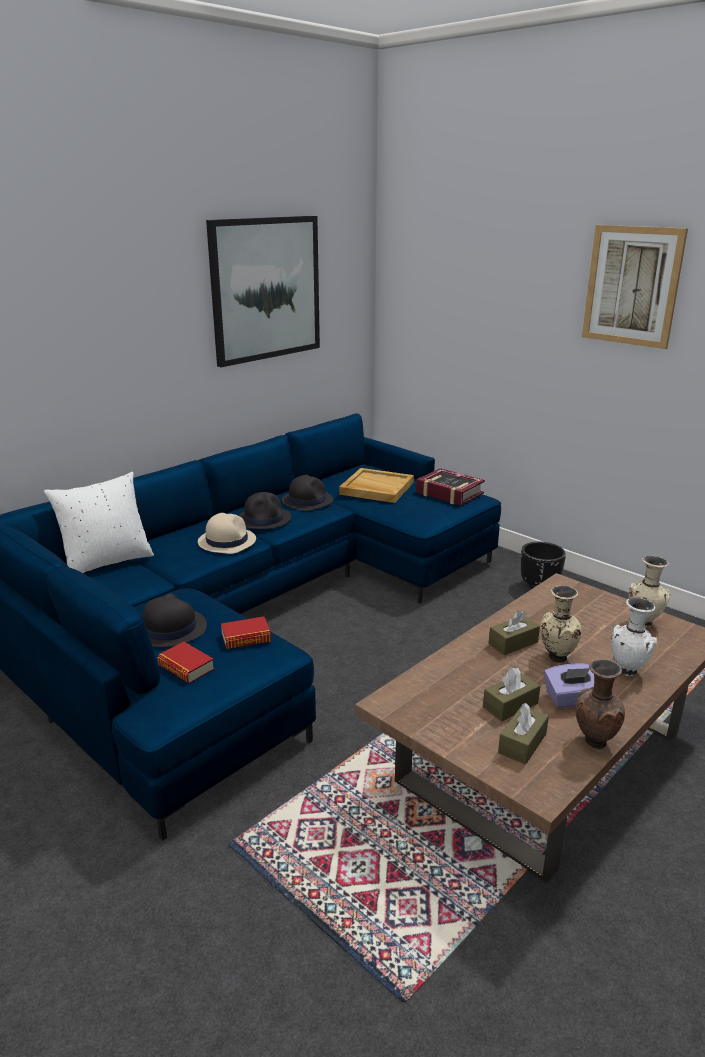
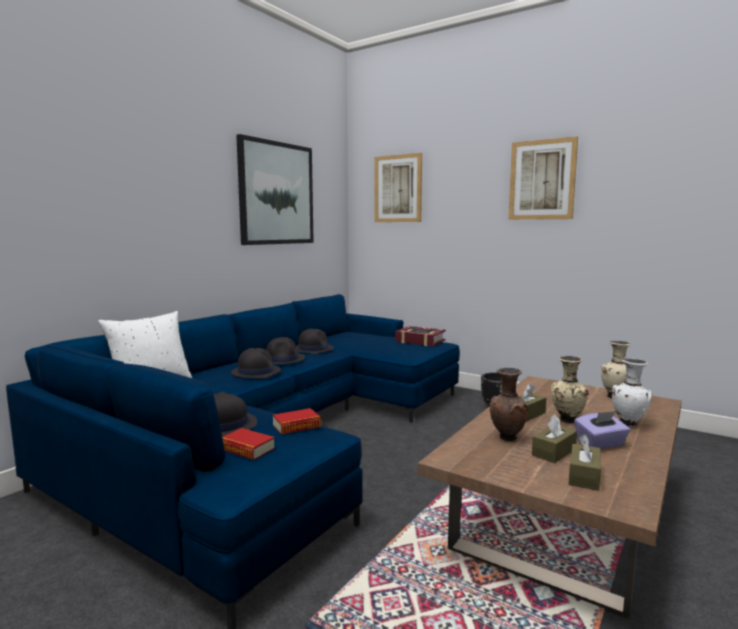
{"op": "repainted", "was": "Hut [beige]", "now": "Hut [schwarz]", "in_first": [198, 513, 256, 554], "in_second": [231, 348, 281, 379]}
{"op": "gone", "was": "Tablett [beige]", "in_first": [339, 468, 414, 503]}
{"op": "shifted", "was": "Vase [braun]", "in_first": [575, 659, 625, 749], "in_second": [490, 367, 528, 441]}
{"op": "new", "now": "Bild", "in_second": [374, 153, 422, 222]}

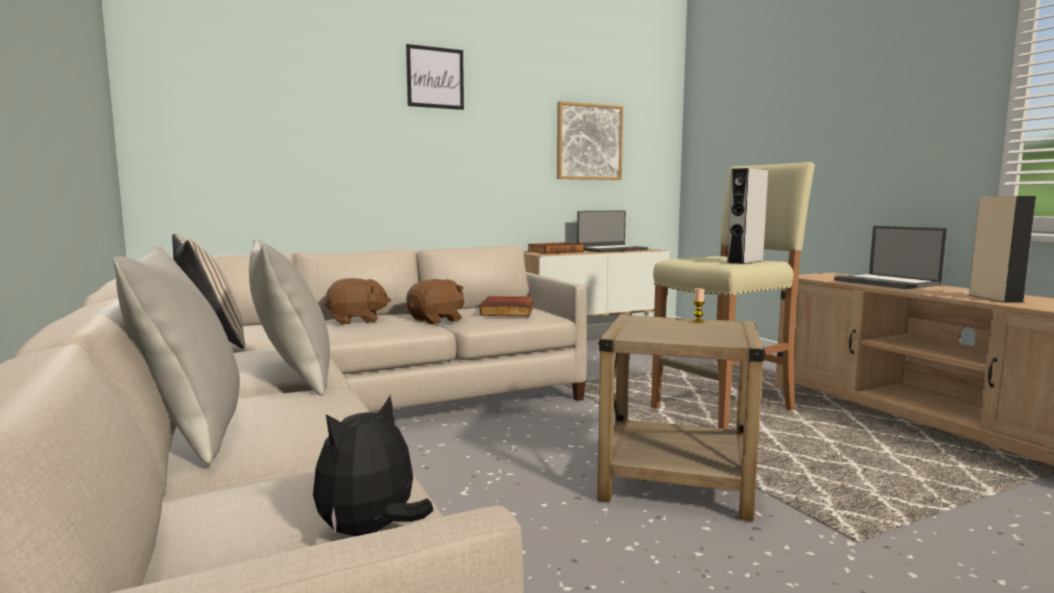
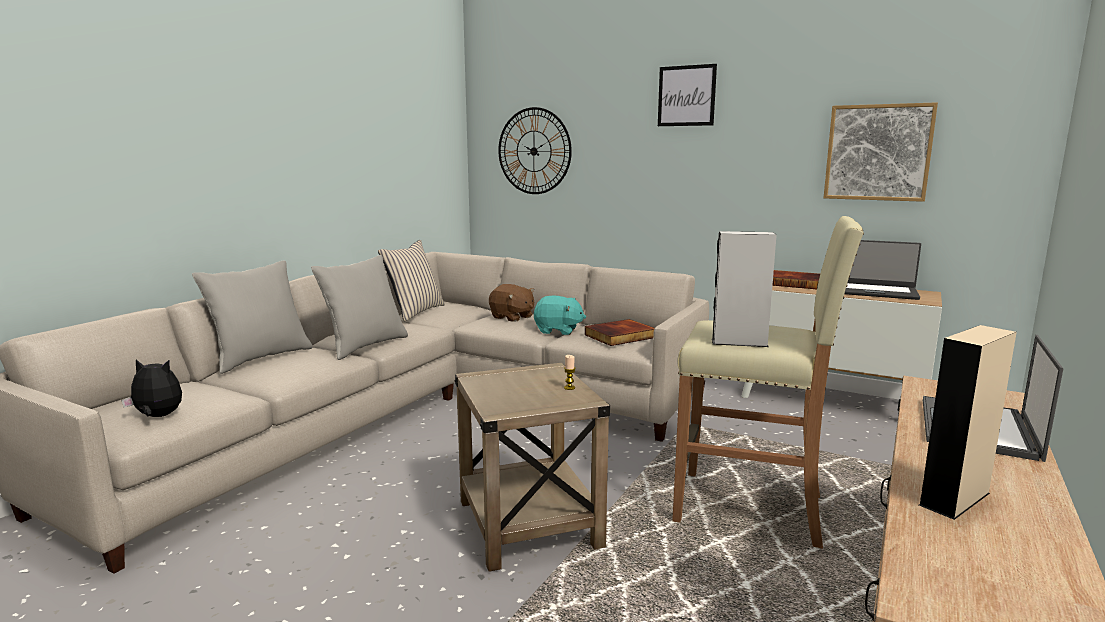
{"op": "repainted", "was": "Plüschtier [braun]", "now": "Plüschtier [türkis]", "in_first": [406, 279, 464, 324], "in_second": [534, 296, 586, 335]}
{"op": "new", "now": "Wanduhr", "in_second": [498, 107, 572, 194]}

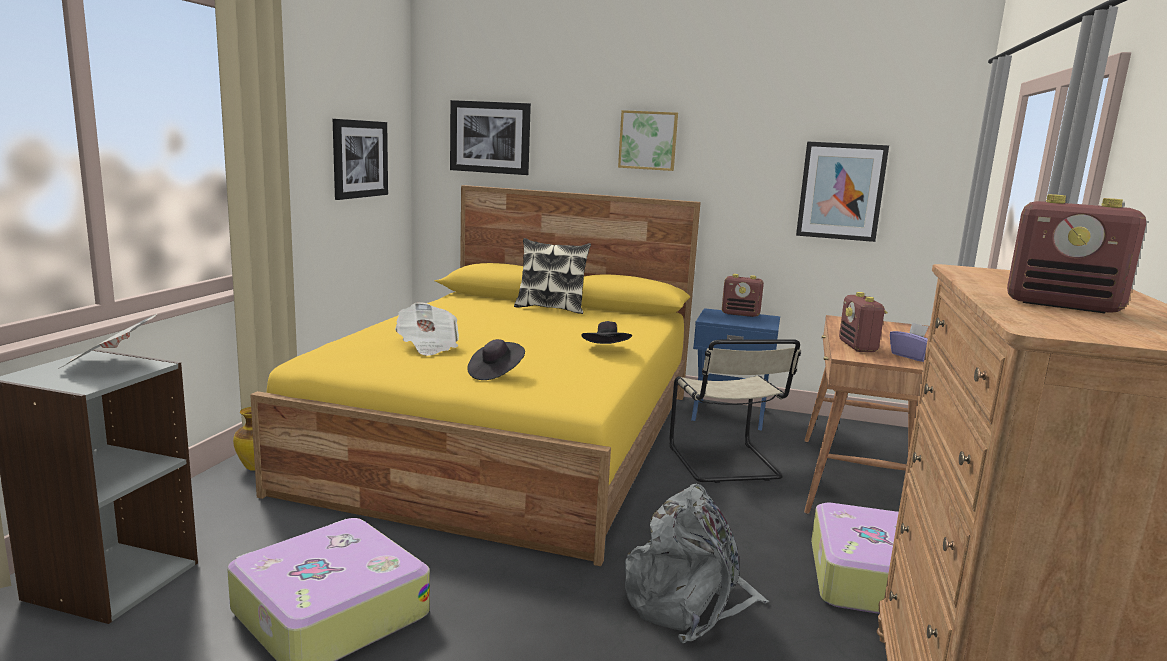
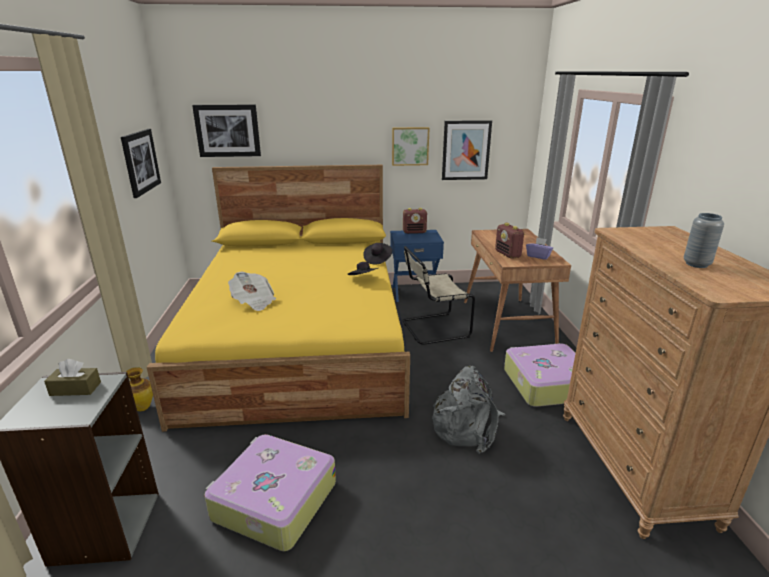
{"op": "swapped", "was": "Zeitung", "now": "Taschentuchbox [braun]", "in_first": [58, 314, 157, 369], "in_second": [44, 359, 101, 396]}
{"op": "shifted", "was": "Hut [schwarz]", "in_first": [467, 339, 525, 380], "in_second": [363, 243, 392, 264]}
{"op": "gone", "was": "Kissen", "in_first": [514, 238, 591, 314]}
{"op": "shifted", "was": "Bild", "in_first": [618, 110, 678, 171], "in_second": [392, 127, 430, 166]}
{"op": "rotated", "was": "Stuhl [beige]", "in_first": [669, 339, 801, 483], "in_second": [403, 246, 475, 345], "clockwise": 105}
{"op": "swapped", "was": "Radio", "now": "Vase [grau]", "in_first": [1007, 194, 1146, 313], "in_second": [684, 213, 724, 268]}

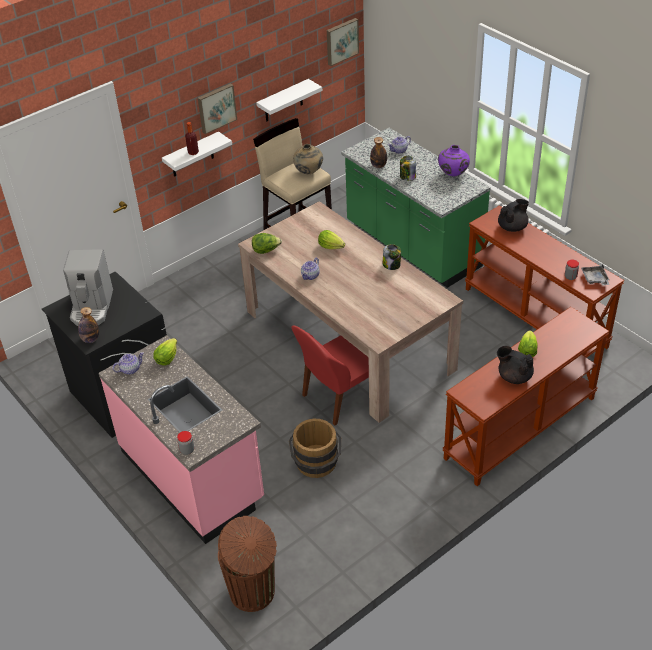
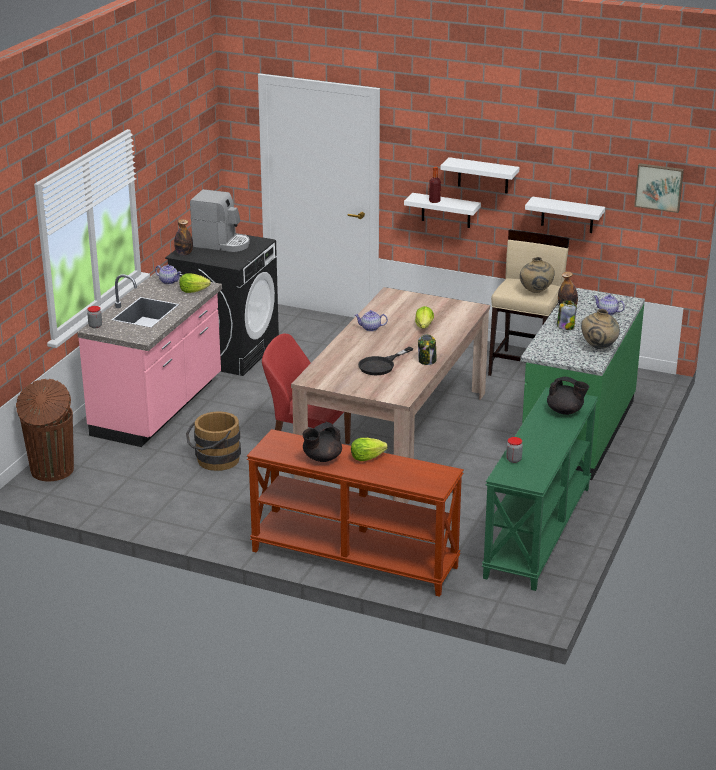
{"op": "rotated", "was": "Kaffeemaschine", "in_first": [63, 249, 113, 326], "in_second": [190, 189, 250, 252], "clockwise": -135}
{"op": "swapped", "was": "Bild", "now": "Wandregal [weiß]", "in_first": [198, 83, 237, 134], "in_second": [440, 157, 519, 193]}
{"op": "gone", "was": "Salatkopf", "in_first": [252, 233, 282, 254]}
{"op": "repainted", "was": "Vase [lila]", "now": "Vase [beige]", "in_first": [438, 145, 470, 177], "in_second": [581, 309, 620, 349]}
{"op": "repainted", "was": "Konsolentisch [braun]", "now": "Konsolentisch [grün]", "in_first": [465, 206, 624, 358], "in_second": [482, 387, 598, 591]}
{"op": "rotated", "was": "Teekanne [schwarz]", "in_first": [497, 346, 534, 384], "in_second": [302, 422, 342, 462], "clockwise": -135}
{"op": "gone", "was": "Tablett [grau]", "in_first": [581, 265, 609, 285]}
{"op": "new", "now": "Pfanne [schwarz]", "in_second": [358, 347, 413, 375]}

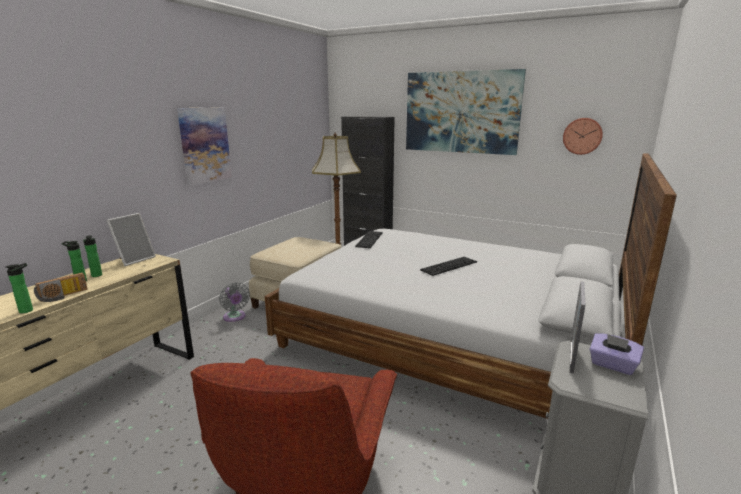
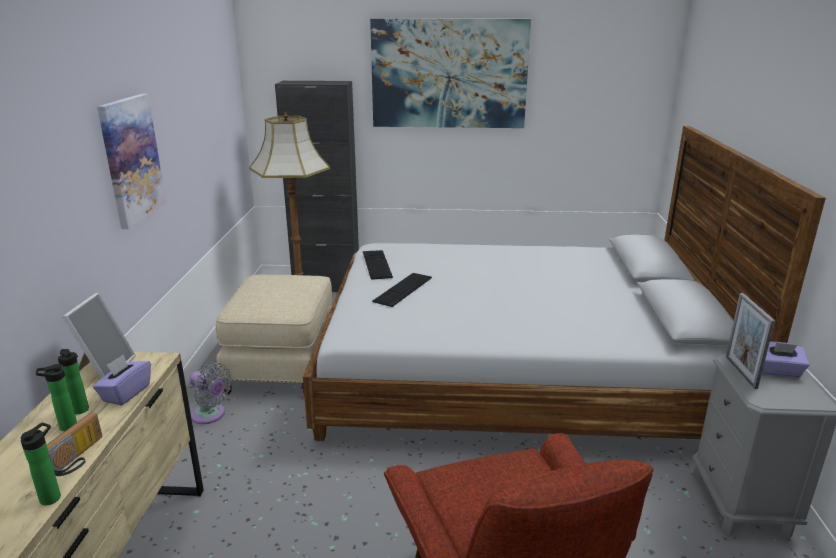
{"op": "shifted", "was": "Tastatur", "in_first": [420, 257, 477, 276], "in_second": [372, 273, 432, 307]}
{"op": "gone", "was": "Wanduhr", "in_first": [563, 118, 603, 155]}
{"op": "new", "now": "Taschentuchbox [lila]", "in_second": [93, 355, 151, 405]}

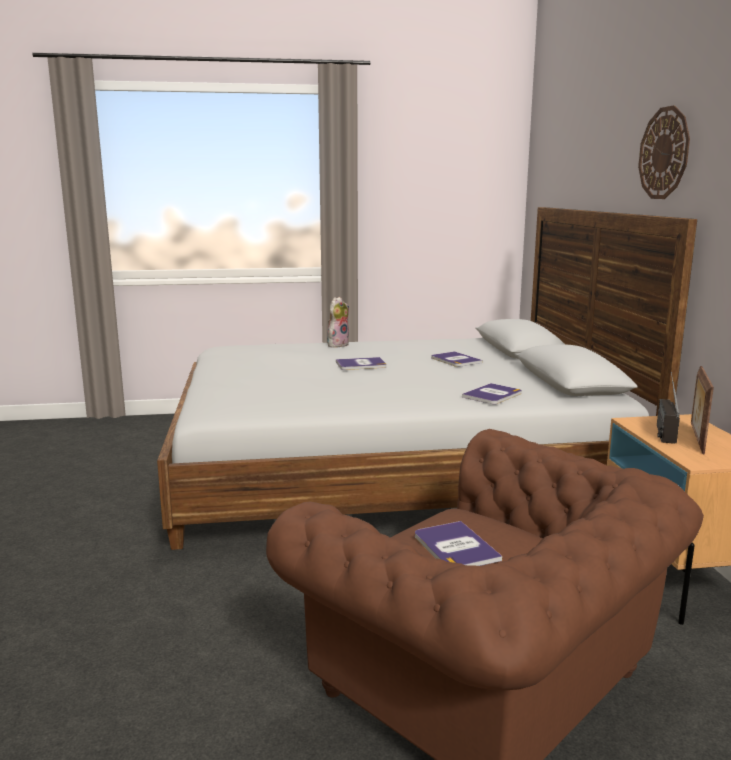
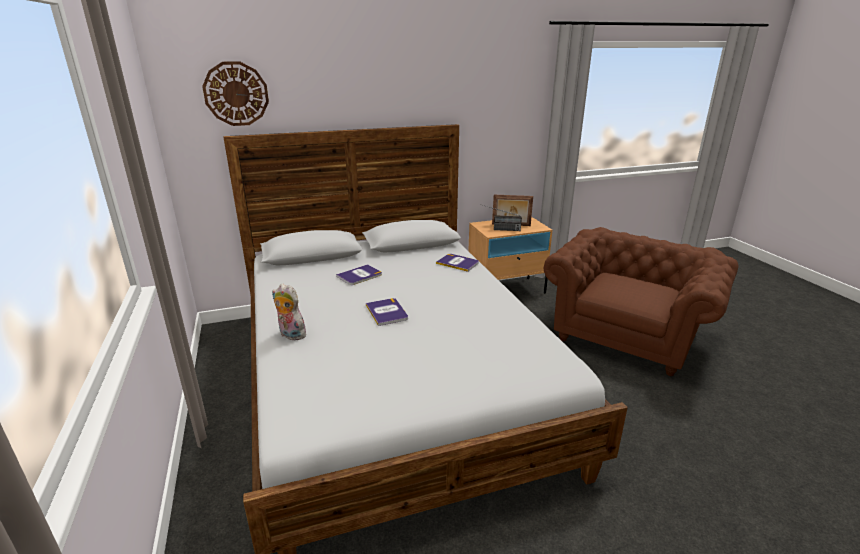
{"op": "gone", "was": "Buch", "in_first": [415, 521, 502, 566]}
{"op": "shifted", "was": "Wanduhr", "in_first": [638, 105, 690, 199], "in_second": [202, 61, 269, 126]}

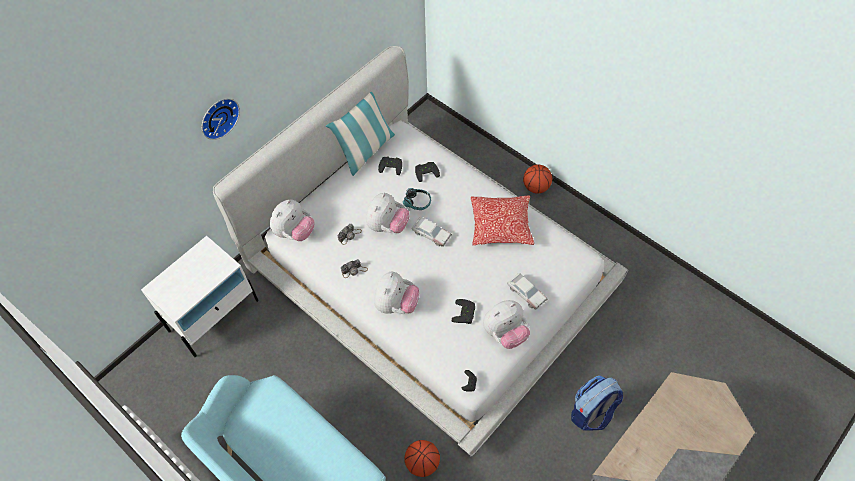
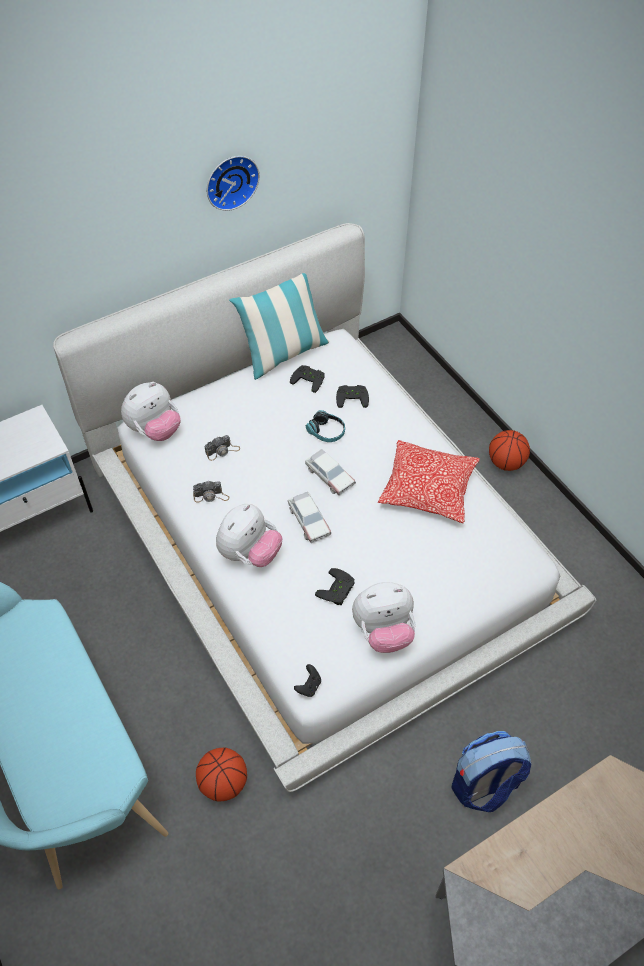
{"op": "shifted", "was": "Wanduhr", "in_first": [202, 98, 240, 140], "in_second": [207, 156, 260, 211]}
{"op": "gone", "was": "Plüschtier", "in_first": [366, 193, 409, 233]}
{"op": "shifted", "was": "Spielzeugauto", "in_first": [508, 273, 547, 310], "in_second": [288, 492, 331, 543]}

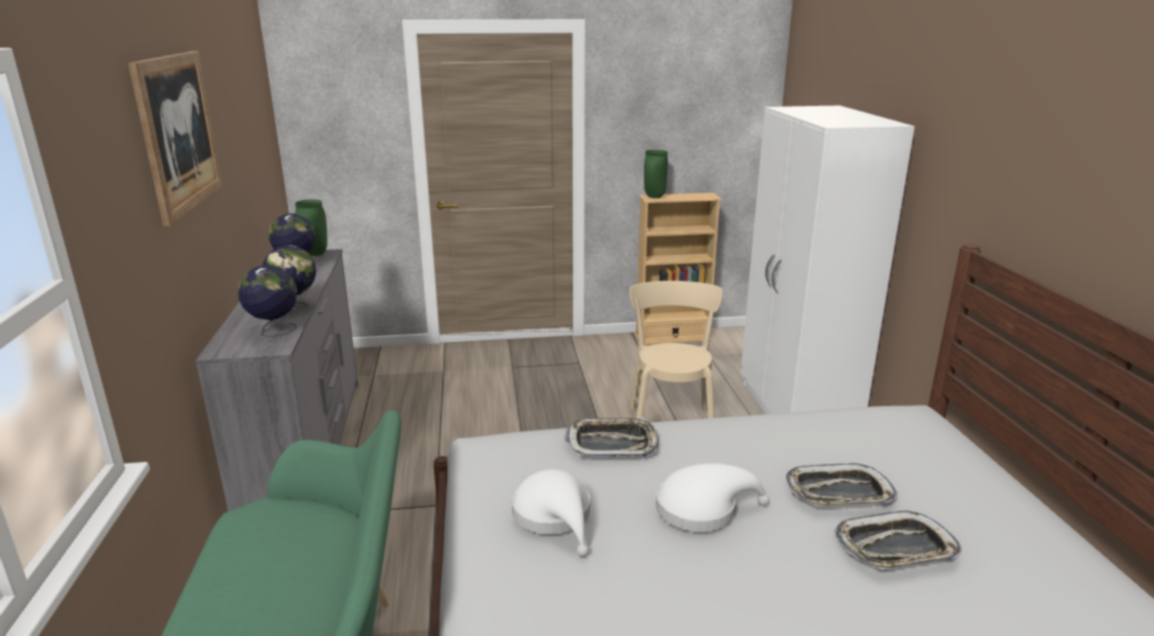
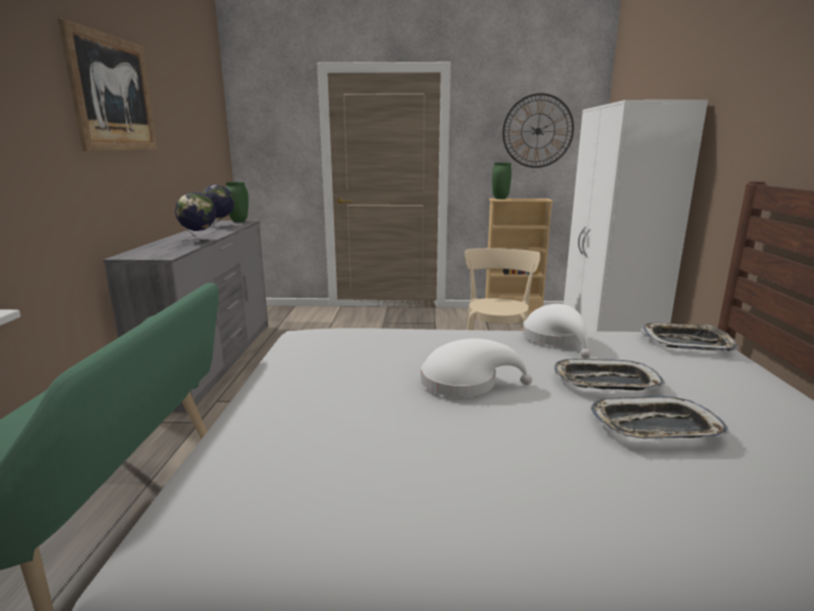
{"op": "gone", "was": "Globus", "in_first": [238, 265, 297, 337]}
{"op": "shifted", "was": "Hut [weiß]", "in_first": [512, 469, 590, 557], "in_second": [523, 304, 591, 359]}
{"op": "shifted", "was": "Tablett", "in_first": [565, 417, 658, 457], "in_second": [640, 323, 739, 351]}
{"op": "new", "now": "Wanduhr", "in_second": [503, 93, 574, 168]}

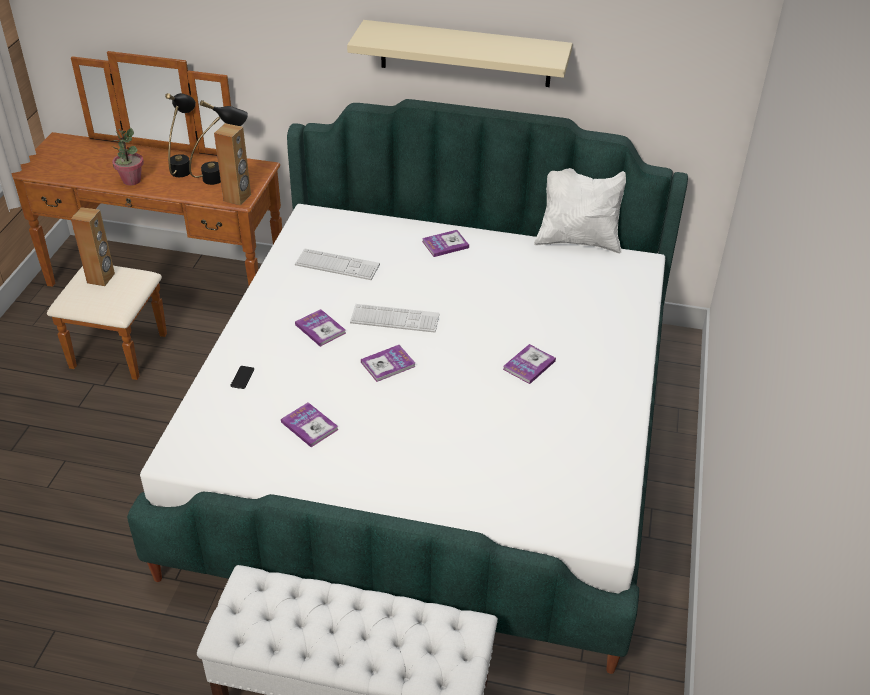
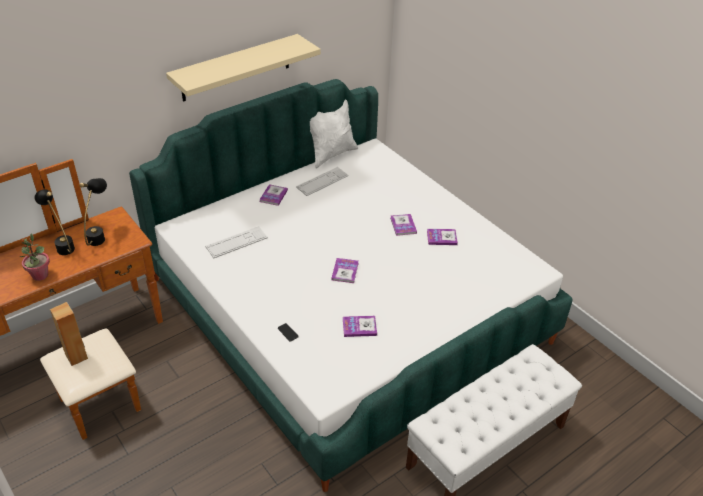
{"op": "gone", "was": "Lautsprecher [braun]", "in_first": [214, 123, 251, 205]}
{"op": "shifted", "was": "Buch", "in_first": [295, 309, 346, 347], "in_second": [427, 229, 458, 245]}
{"op": "shifted", "was": "Tastatur", "in_first": [350, 304, 440, 333], "in_second": [296, 167, 348, 196]}

